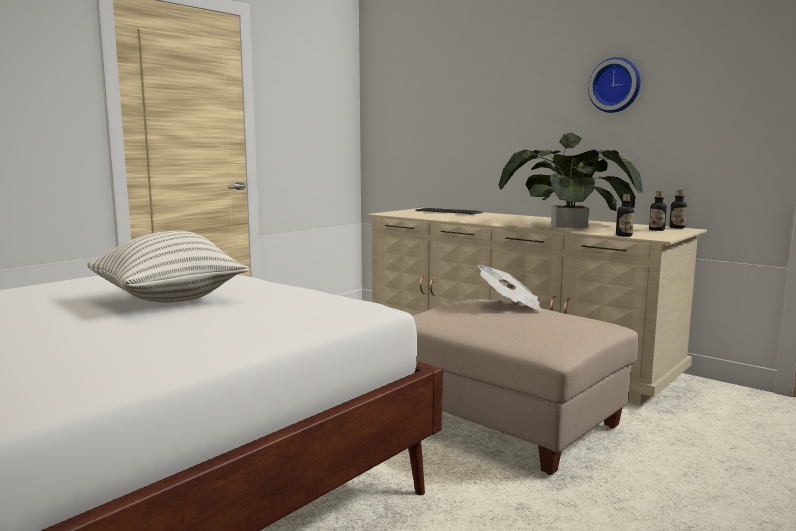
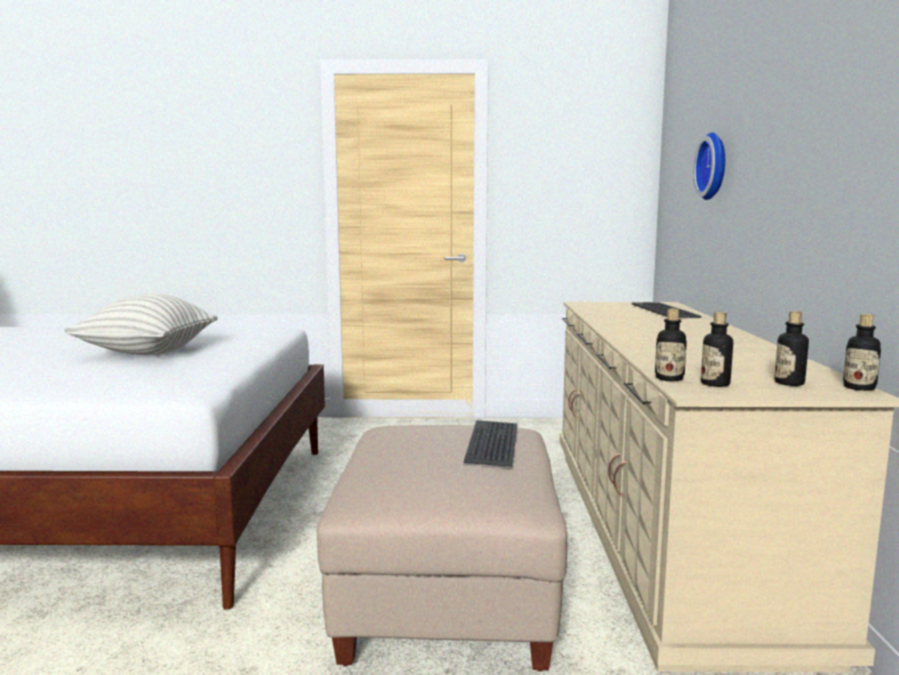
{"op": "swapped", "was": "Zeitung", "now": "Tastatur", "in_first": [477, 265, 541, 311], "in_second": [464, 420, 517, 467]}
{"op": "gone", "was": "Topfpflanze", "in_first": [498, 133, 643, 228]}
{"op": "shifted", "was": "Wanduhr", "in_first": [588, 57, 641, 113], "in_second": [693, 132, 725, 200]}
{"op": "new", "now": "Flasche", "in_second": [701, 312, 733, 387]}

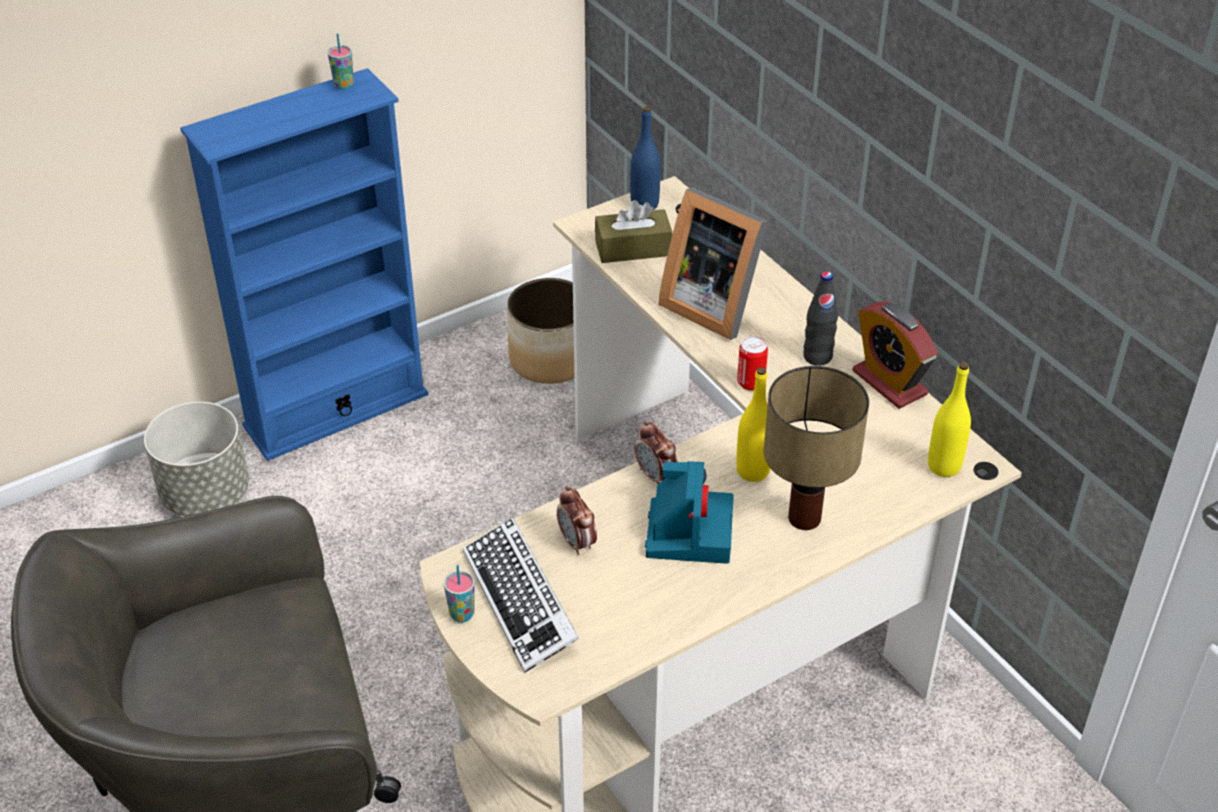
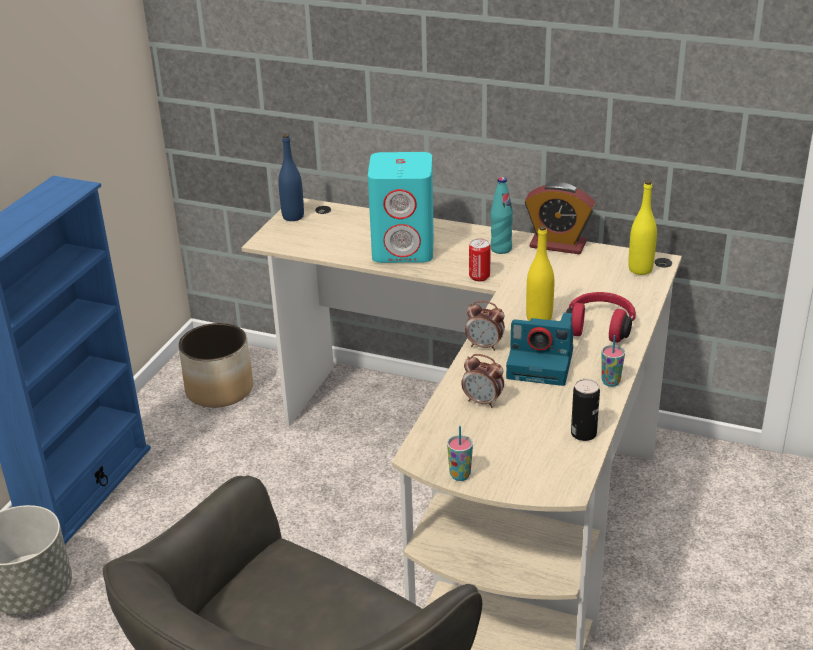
{"op": "shifted", "was": "Tasse", "in_first": [328, 33, 354, 90], "in_second": [601, 335, 625, 387]}
{"op": "gone", "was": "Tastatur", "in_first": [463, 517, 579, 673]}
{"op": "gone", "was": "Taschentuchbox [braun]", "in_first": [595, 200, 672, 263]}
{"op": "rotated", "was": "Kamera", "in_first": [645, 461, 734, 564], "in_second": [506, 312, 573, 386], "clockwise": 135}
{"op": "swapped", "was": "Bilderrahmen", "now": "Lautsprecher [türkis]", "in_first": [658, 187, 768, 340], "in_second": [368, 152, 434, 263]}
{"op": "swapped", "was": "Tischlampe", "now": "Kopfhörer [rot]", "in_first": [764, 366, 869, 530], "in_second": [566, 292, 636, 343]}
{"op": "repainted", "was": "Flasche [schwarz]", "now": "Flasche [türkis]", "in_first": [803, 271, 838, 366], "in_second": [491, 177, 513, 254]}
{"op": "new", "now": "Dose", "in_second": [571, 379, 600, 441]}

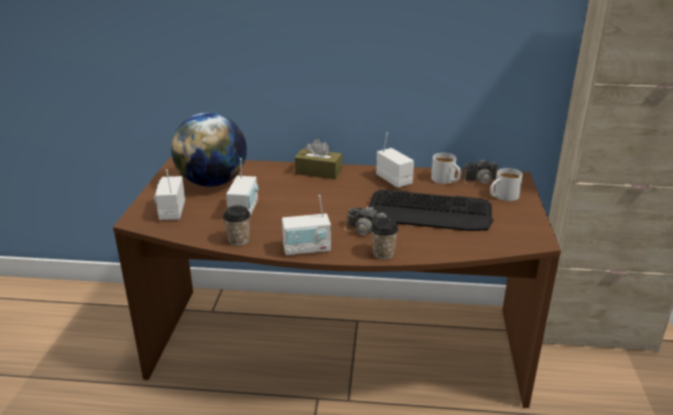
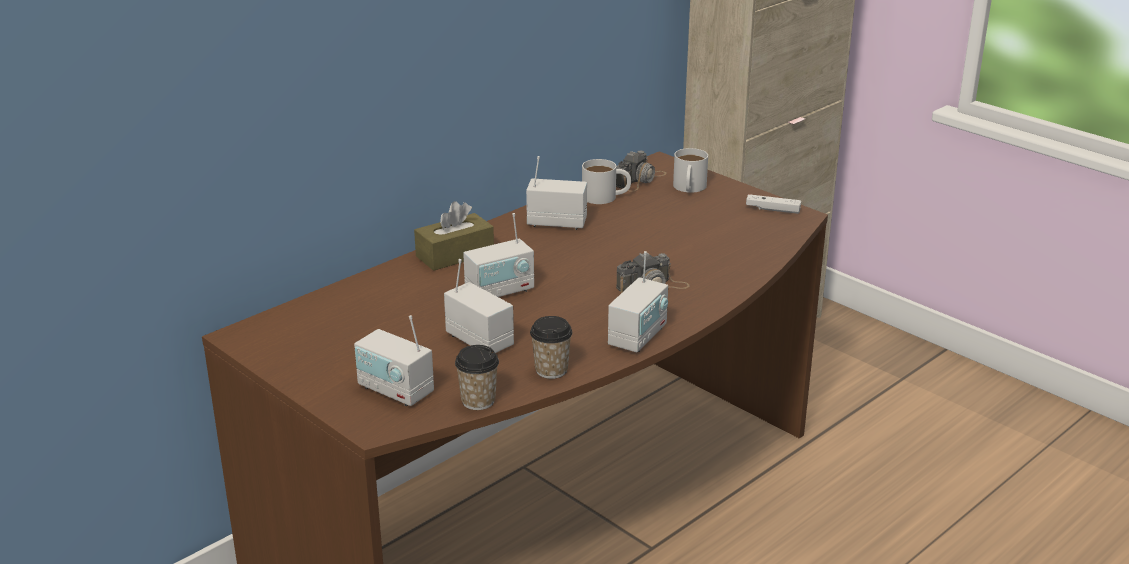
{"op": "gone", "was": "Globus", "in_first": [171, 112, 247, 187]}
{"op": "gone", "was": "Tastatur", "in_first": [368, 189, 493, 231]}
{"op": "shifted", "was": "Tasse", "in_first": [370, 218, 399, 259], "in_second": [455, 345, 499, 410]}
{"op": "new", "now": "Radio", "in_second": [463, 213, 534, 297]}
{"op": "new", "now": "Gamepad [weiß]", "in_second": [746, 194, 801, 214]}

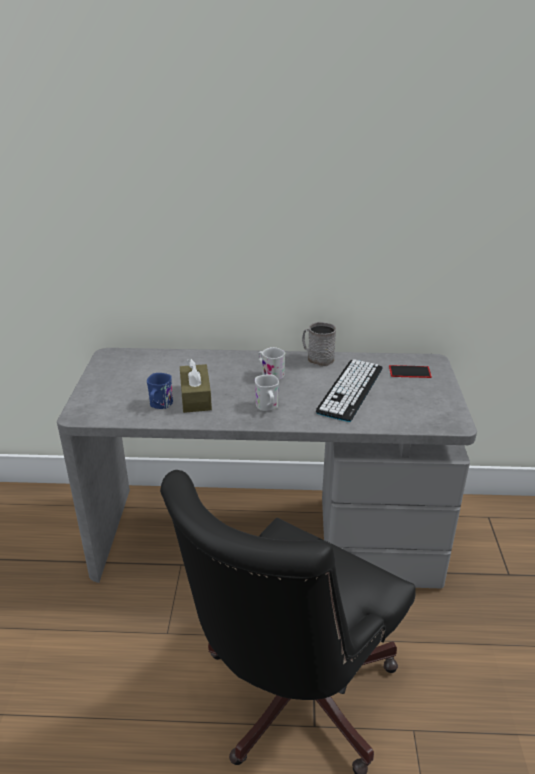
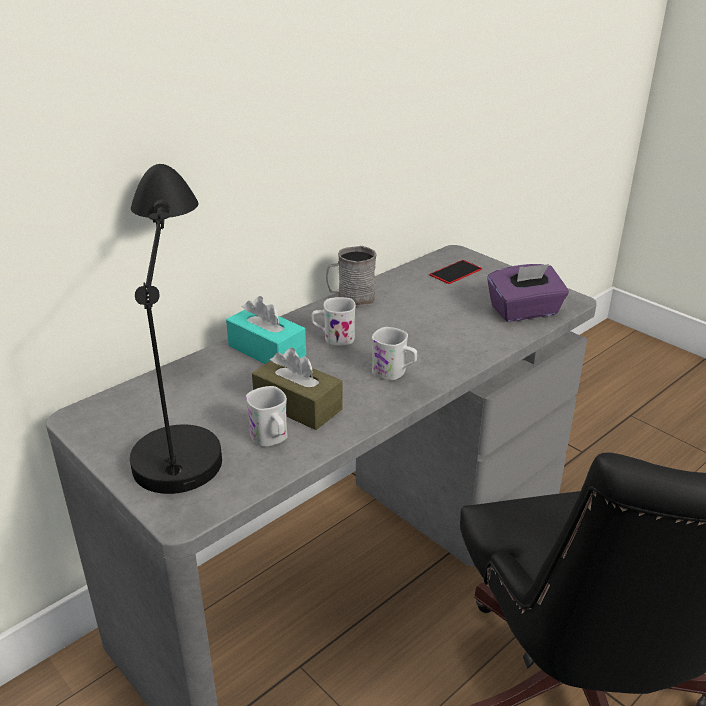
{"op": "repainted", "was": "Henkelbecher [blau]", "now": "Henkelbecher [weiß]", "in_first": [147, 373, 173, 409], "in_second": [246, 386, 288, 447]}
{"op": "gone", "was": "Tastatur", "in_first": [316, 359, 383, 422]}
{"op": "new", "now": "Tischlampe [schwarz]", "in_second": [130, 164, 222, 494]}
{"op": "new", "now": "Taschentuchbox [türkis]", "in_second": [226, 296, 306, 364]}
{"op": "new", "now": "Taschentuchbox [lila]", "in_second": [487, 264, 569, 322]}

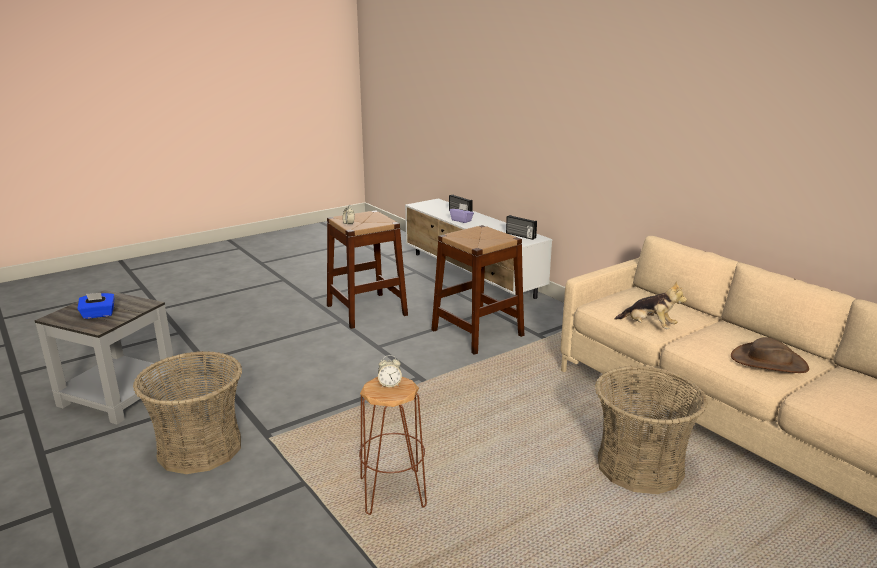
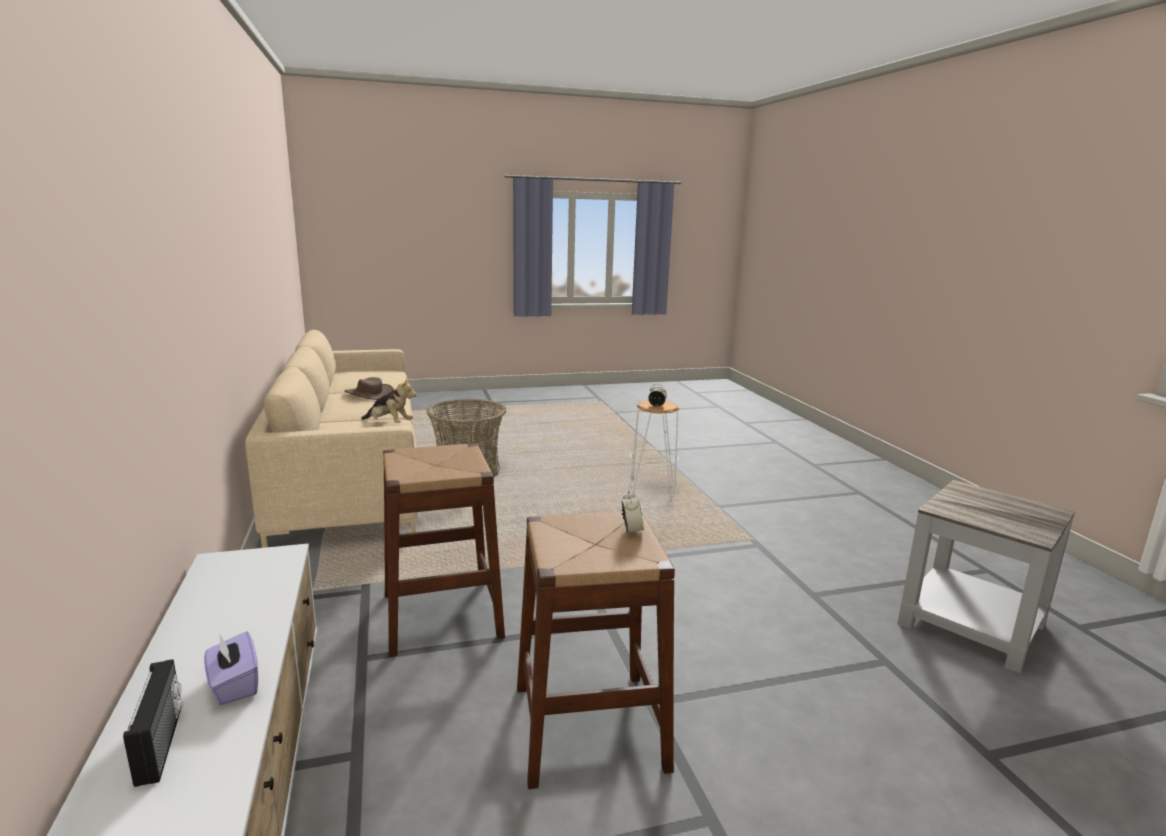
{"op": "gone", "was": "Taschentuchbox [blau]", "in_first": [77, 293, 115, 319]}
{"op": "gone", "was": "Korb", "in_first": [133, 351, 242, 474]}
{"op": "repainted", "was": "Hocker [braun]", "now": "Hocker [weiß]", "in_first": [359, 377, 427, 515], "in_second": [629, 400, 679, 501]}
{"op": "gone", "was": "Radio", "in_first": [506, 215, 537, 240]}
{"op": "rotated", "was": "Plüschtier", "in_first": [615, 281, 687, 329], "in_second": [361, 378, 417, 423], "clockwise": 150}

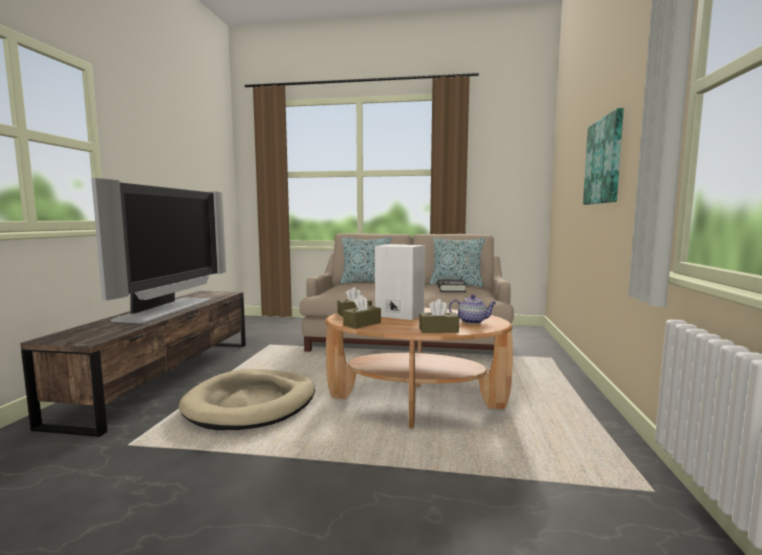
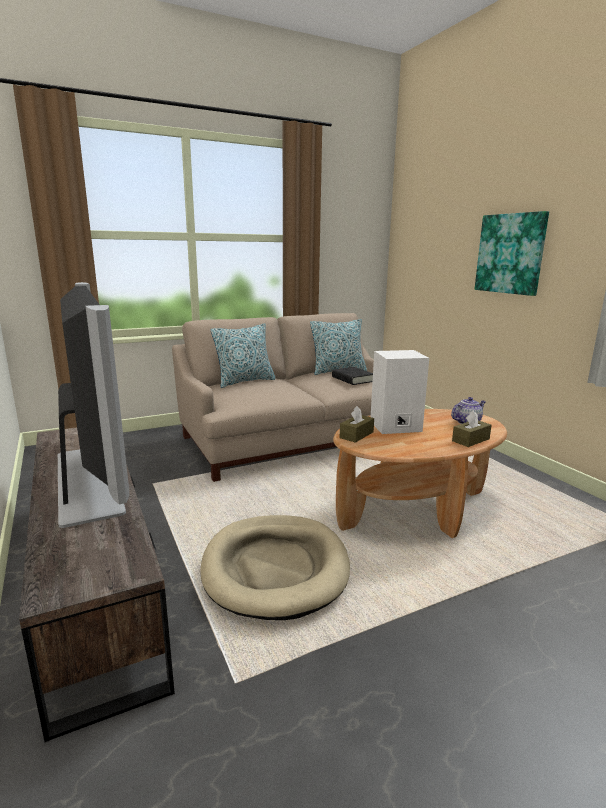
{"op": "gone", "was": "Taschentuchbox [braun]", "in_first": [343, 295, 381, 329]}

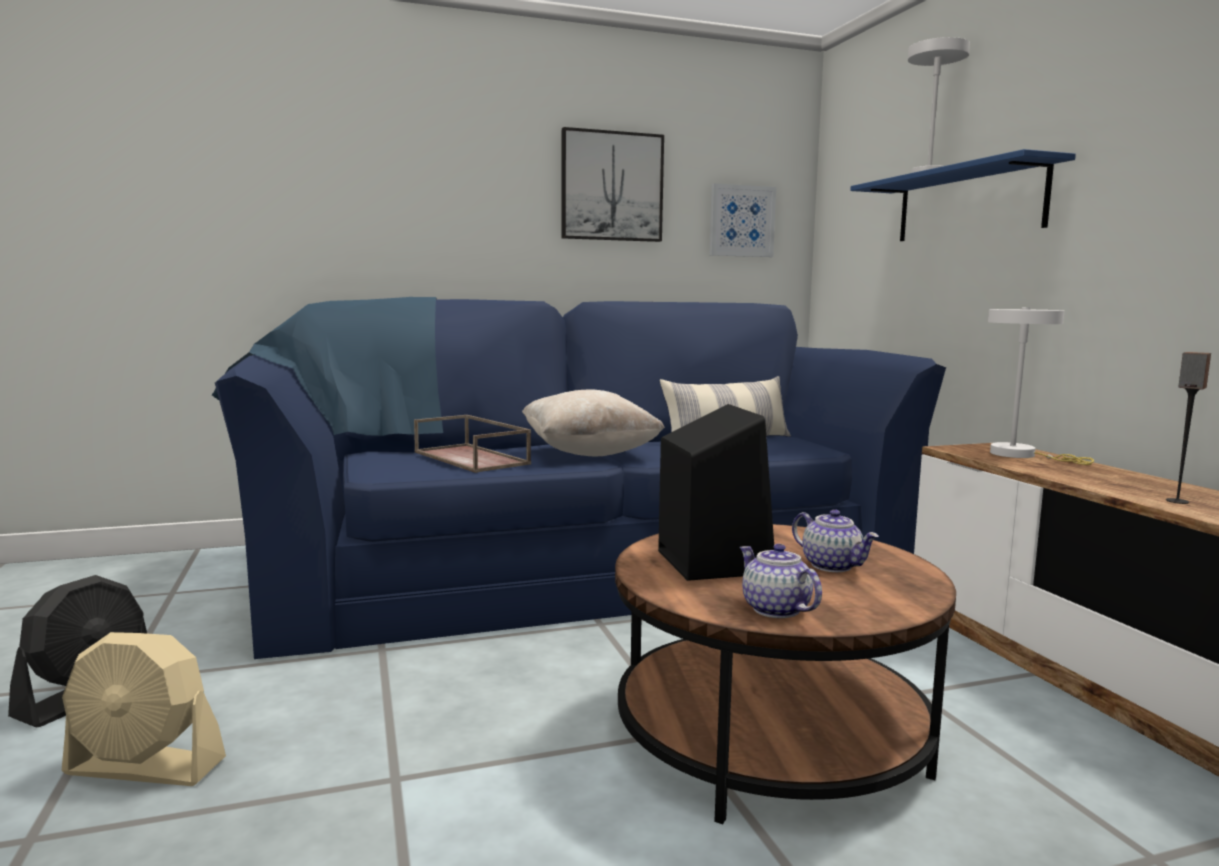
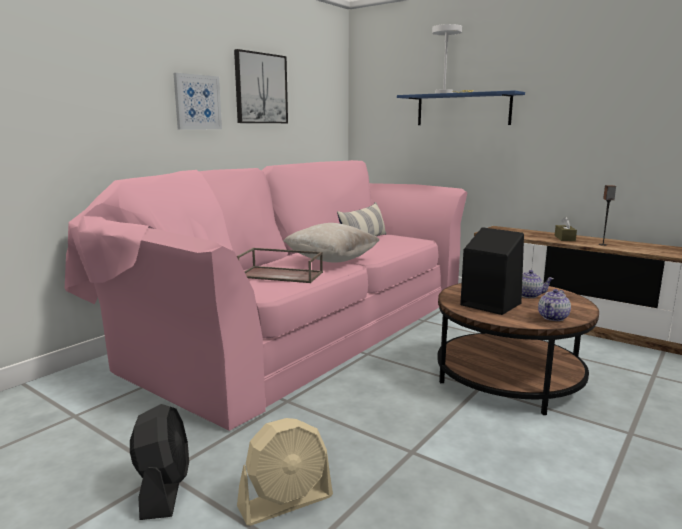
{"op": "repainted", "was": "Sofa [blau]", "now": "Sofa [rosa]", "in_first": [212, 297, 946, 659], "in_second": [65, 160, 468, 431]}
{"op": "shifted", "was": "Bild", "in_first": [709, 183, 776, 257], "in_second": [174, 73, 222, 130]}
{"op": "rotated", "was": "Teekanne", "in_first": [740, 544, 822, 618], "in_second": [538, 289, 571, 321], "clockwise": -75}
{"op": "gone", "was": "Tischlampe [weiß]", "in_first": [988, 307, 1094, 465]}
{"op": "new", "now": "Taschentuchbox [braun]", "in_second": [555, 217, 577, 241]}

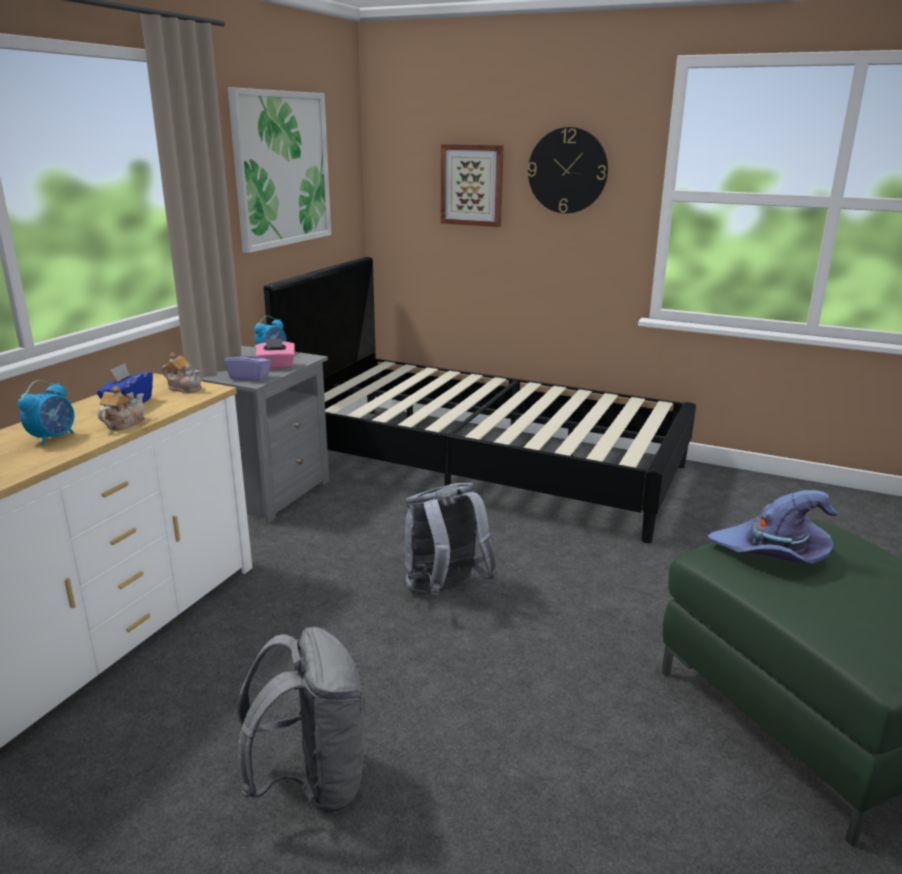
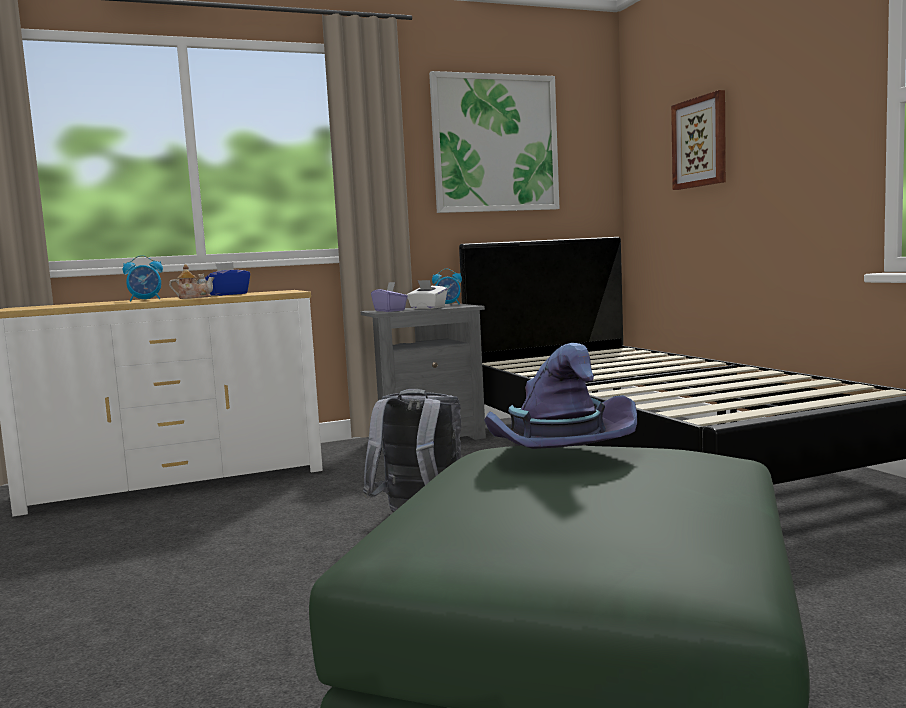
{"op": "gone", "was": "Teekanne", "in_first": [162, 352, 202, 393]}
{"op": "gone", "was": "Rucksack [grau]", "in_first": [237, 626, 366, 814]}
{"op": "repainted", "was": "Taschentuchbox [rosa]", "now": "Taschentuchbox [weiß]", "in_first": [255, 338, 295, 369], "in_second": [407, 280, 447, 309]}
{"op": "gone", "was": "Wanduhr", "in_first": [528, 127, 608, 213]}

